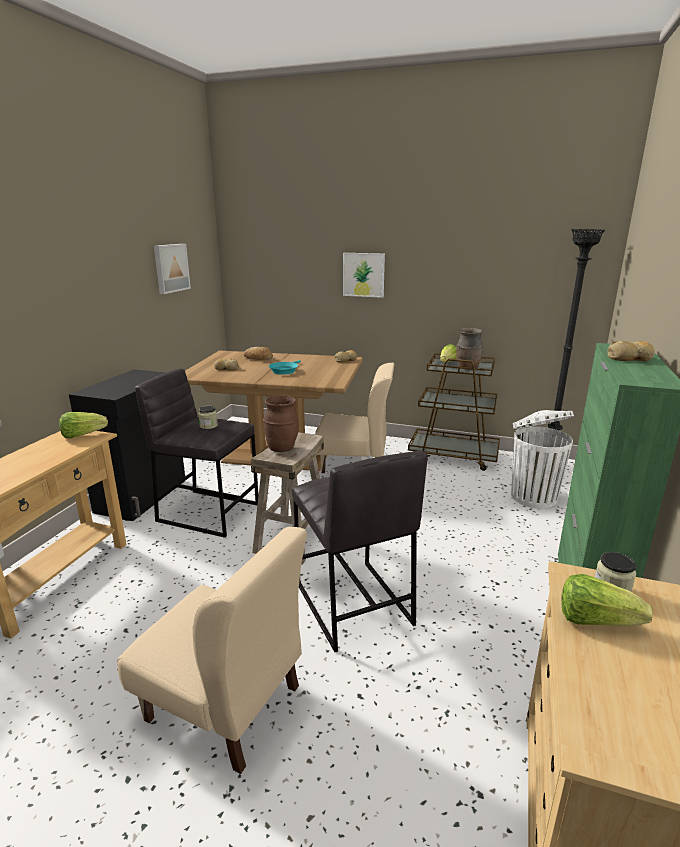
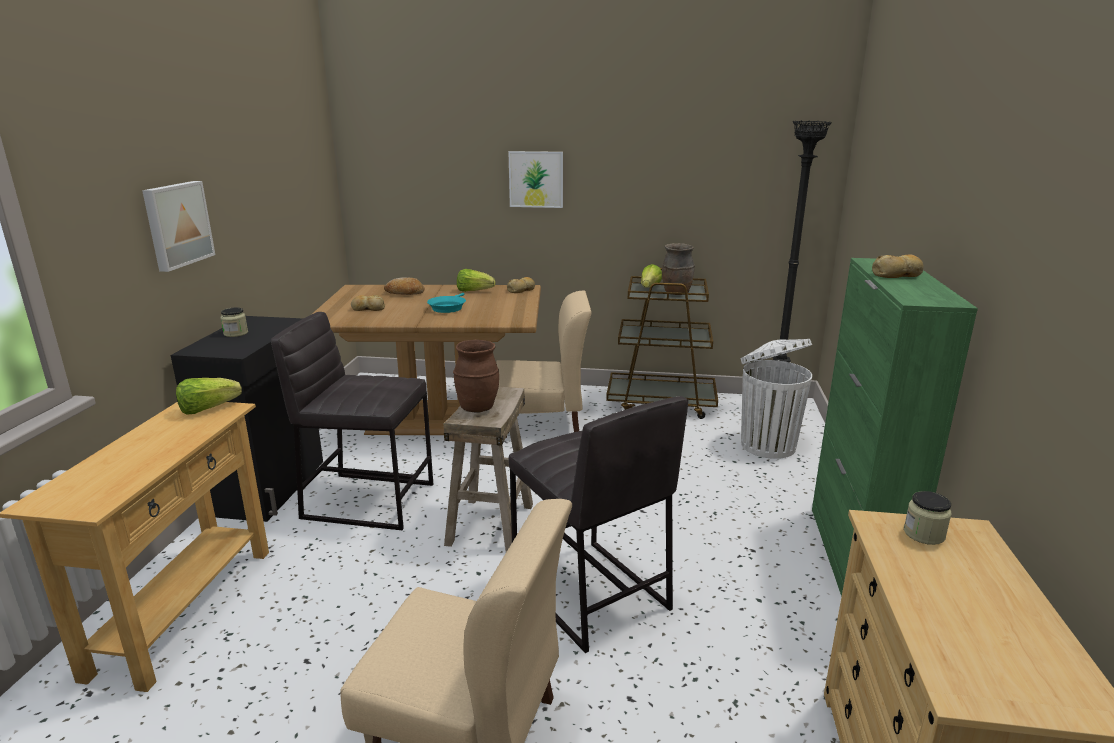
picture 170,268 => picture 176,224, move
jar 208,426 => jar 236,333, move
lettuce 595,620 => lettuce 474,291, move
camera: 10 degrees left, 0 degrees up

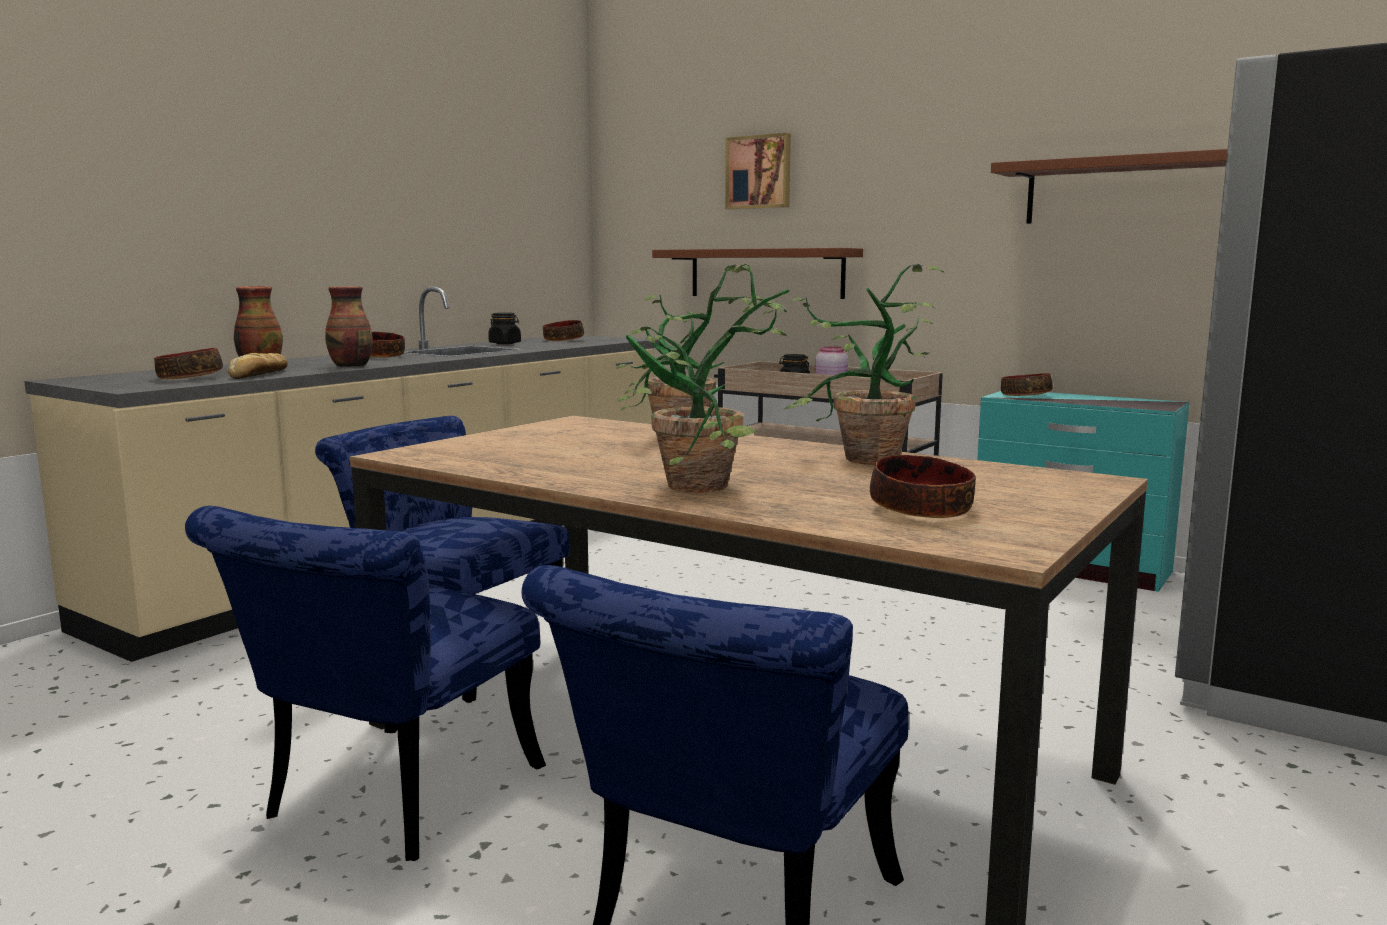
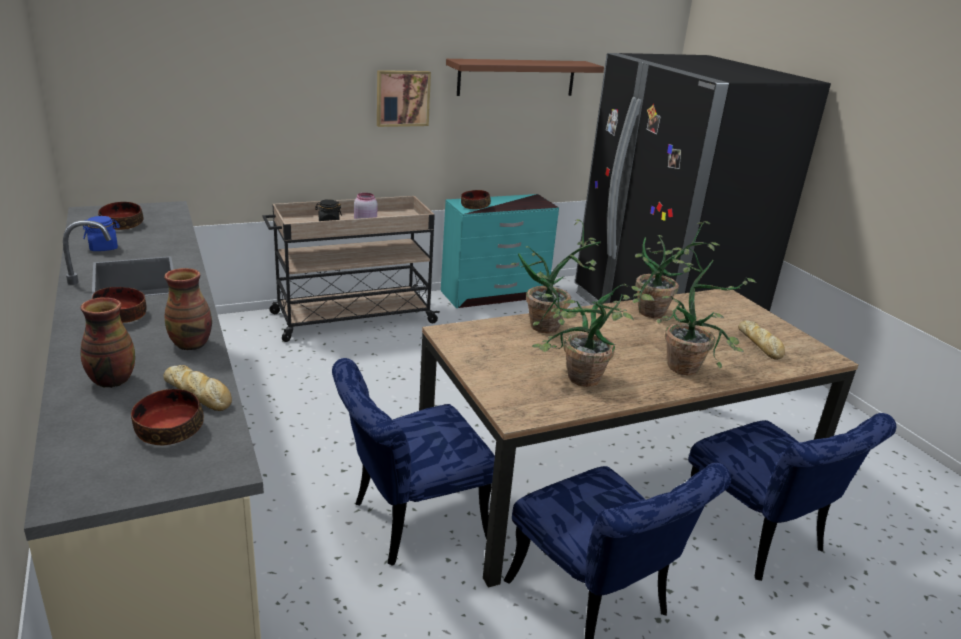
picture 759,172 => picture 402,98, move
brown-coloured wall shelf 765,273 => nothing
black-coloured jar 505,343 => blue-coloured jar 104,247
deep dish 920,510 => bakery bread 760,344
nothing => houseplant 578,381
camera: 60 degrees left, 15 degrees up

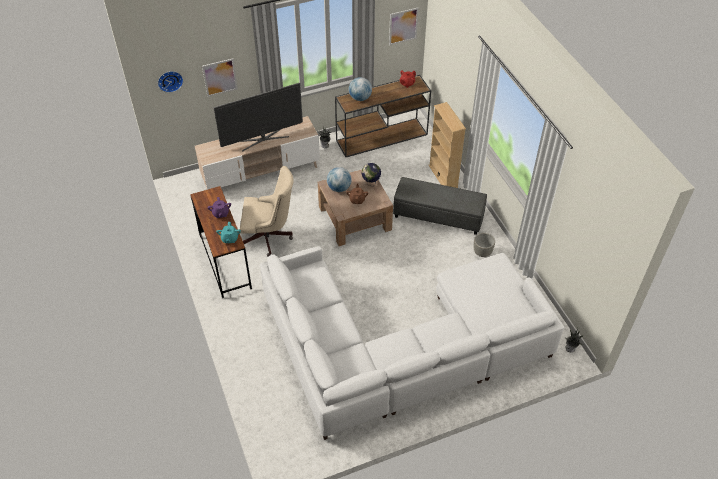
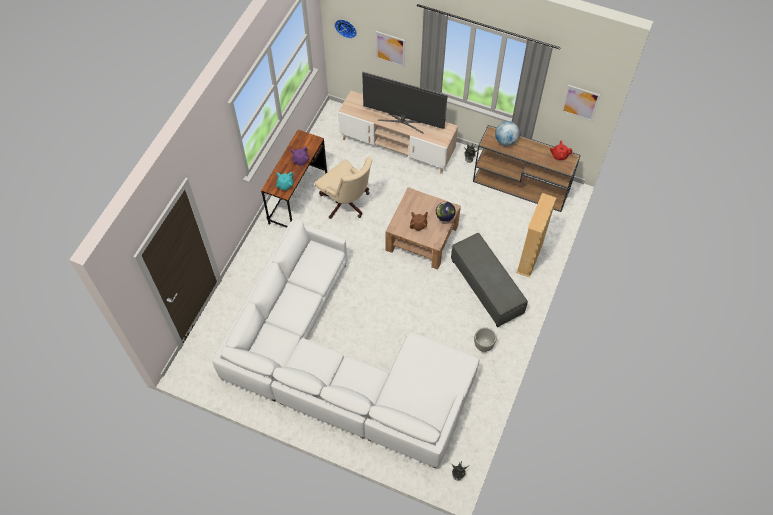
desk globe 339,188 => nothing
camera: 45 degrees right, 10 degrees up

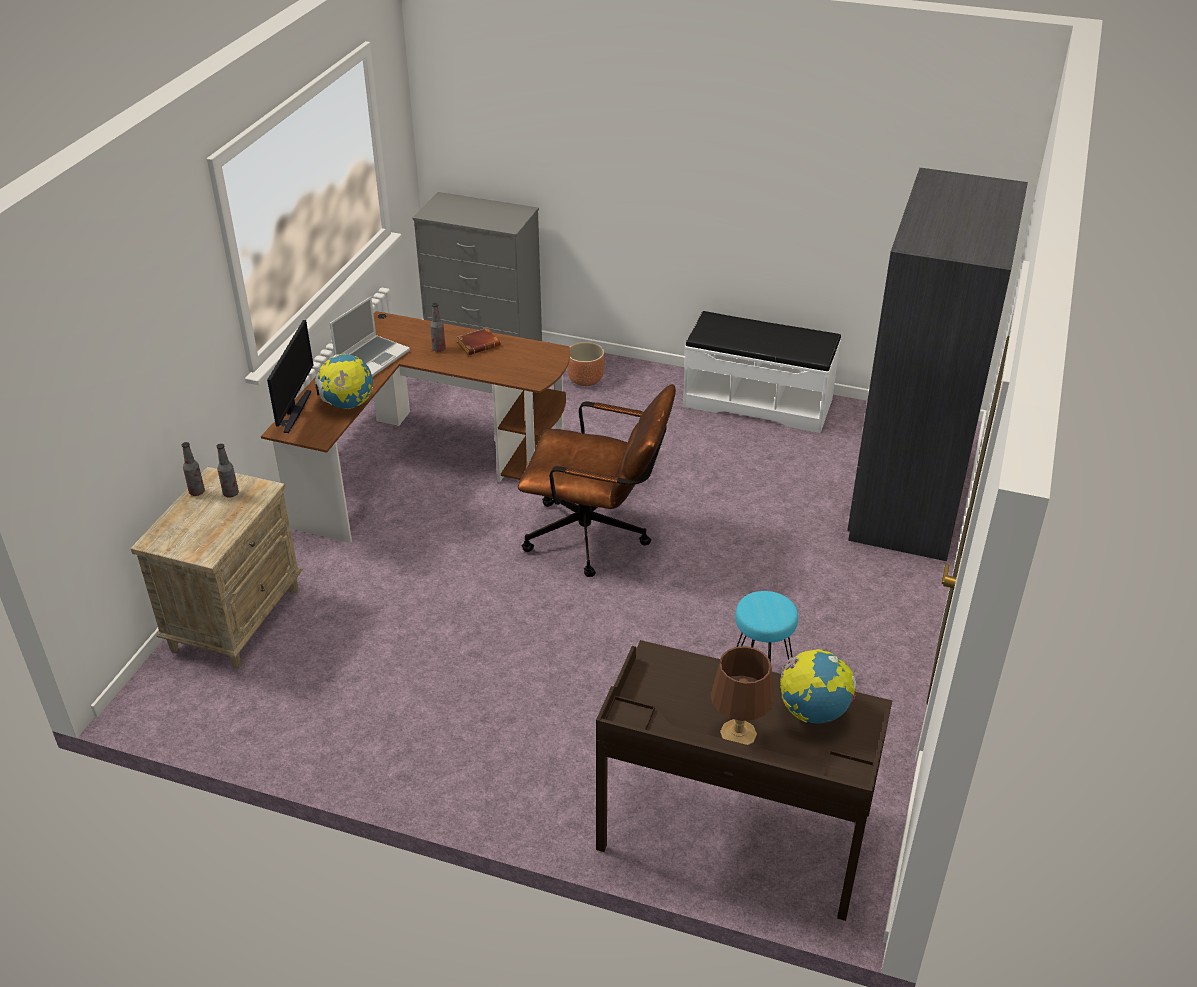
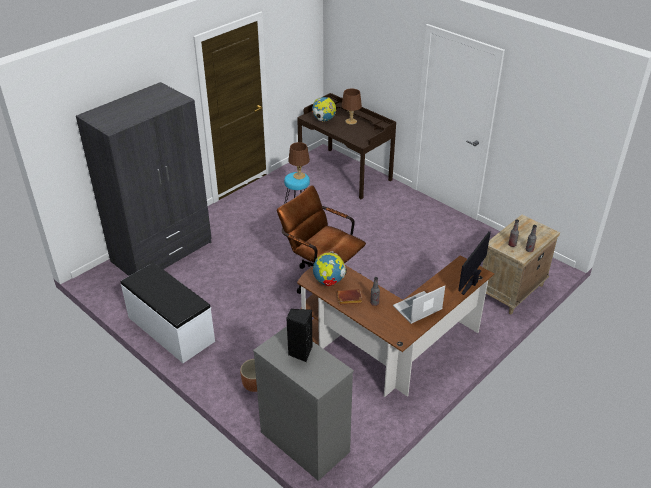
desk globe 348,405 => desk globe 329,282, move
nothing => brown-coloured table lamp 299,175
nothing => black-coloured speaker 300,352
camera: 155 degrees left, 0 degrees up

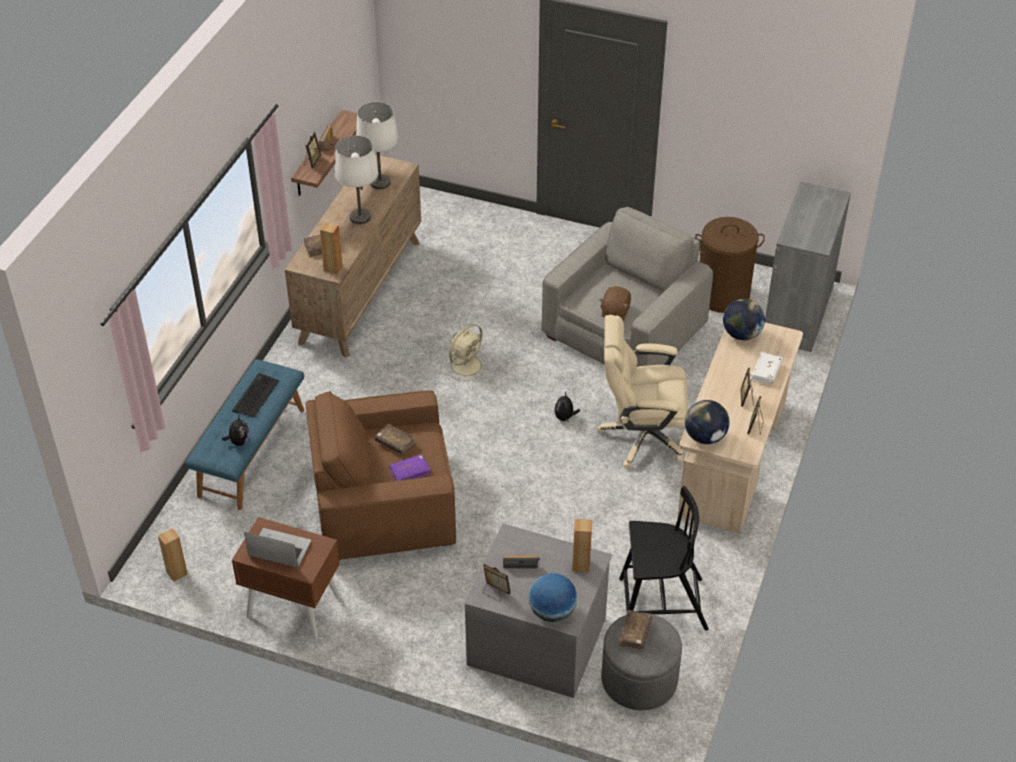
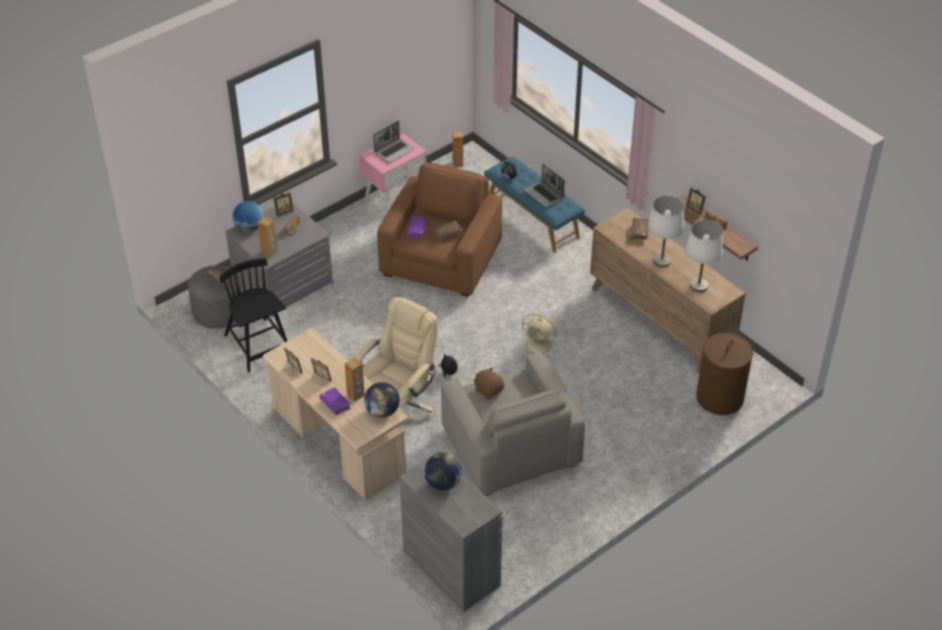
brown-coloured washing basket 722,295 => brown-coloured washing basket 720,398, move
brown-coloured speaker 333,268 => brown-coloured speaker 356,395, move
beige electric fan 467,364 => beige electric fan 539,345, 45 degrees counterclockwise
whitish book 766,372 => purple-coloured book 335,404
computer keyboard 255,396 => laptop 544,195
desk globe 705,437 => desk globe 443,483, move
black-coloured plain chair 660,604 => black-coloured plain chair 258,346, 120 degrees clockwise
brown-coloured night table 292,606 => pinkish night table 395,198
camera: 120 degrees right, 0 degrees up

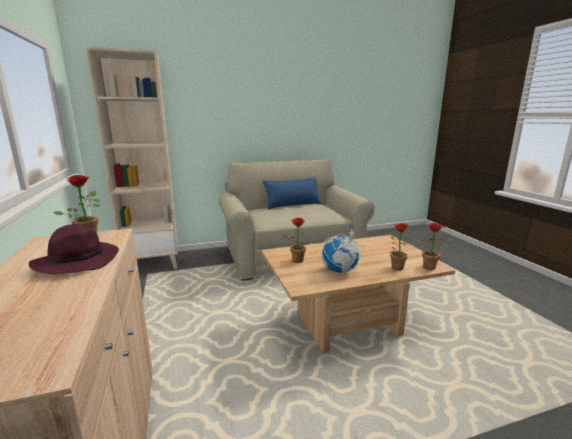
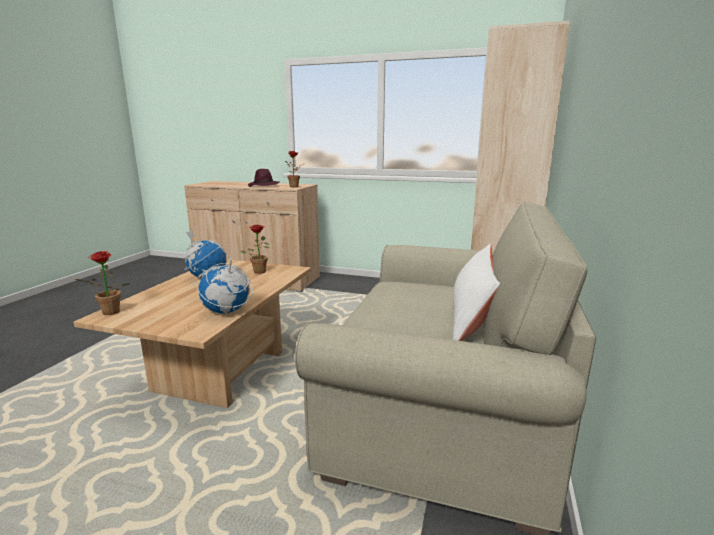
blue-coloured cushion 292,205 => whitish cushion 471,318
houseplant 395,266 => nothing
nothing => desk globe 226,312
camera: 125 degrees right, 0 degrees up

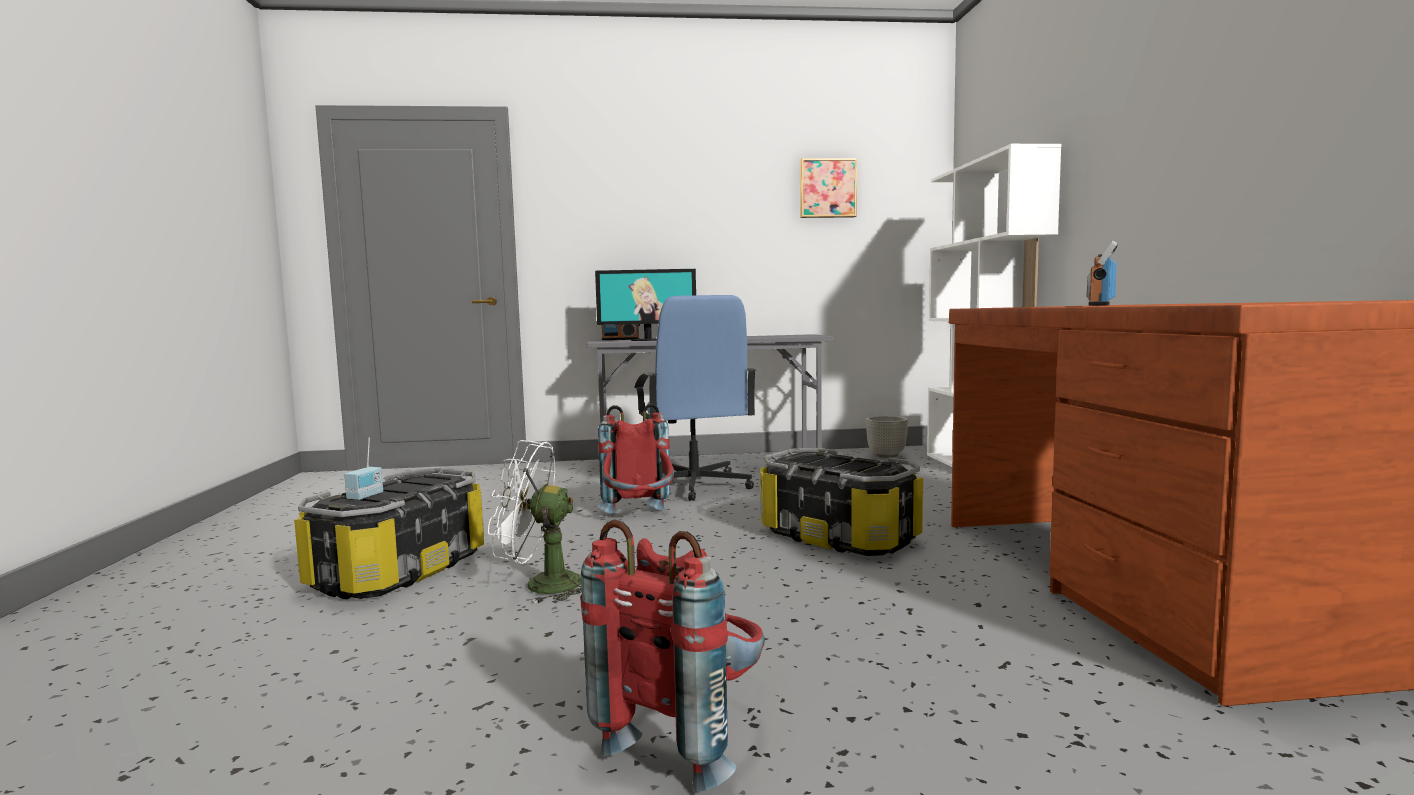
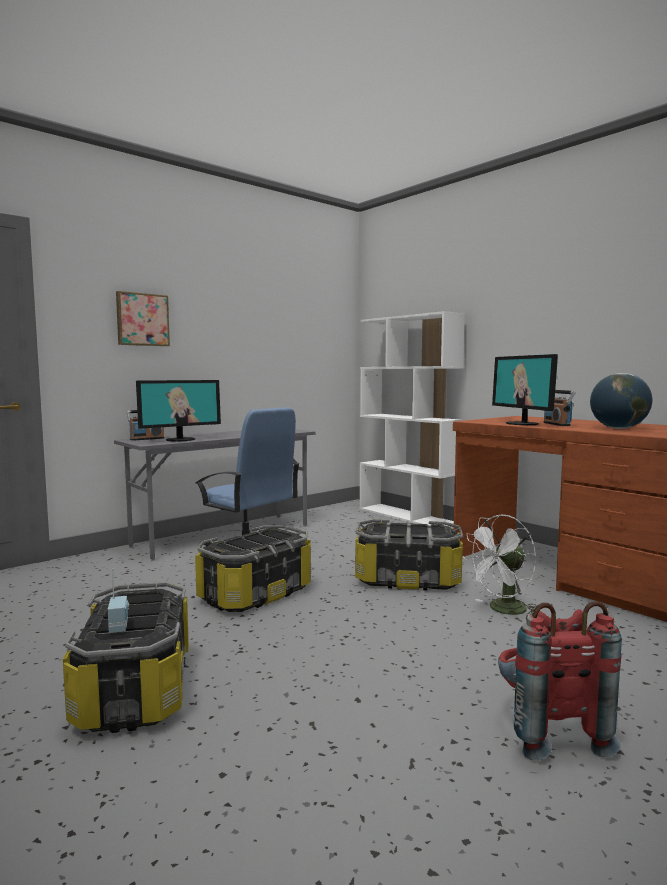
picture 827,188 => picture 142,319, move
reddish backpack 639,519 => storage box 255,594
gray plant pot 886,455 => nothing
whitish electric fan 541,585 => whitish electric fan 502,610, move
nothing => computer display 522,423
nothing => desk globe 618,428
camera: 35 degrees left, 0 degrees up

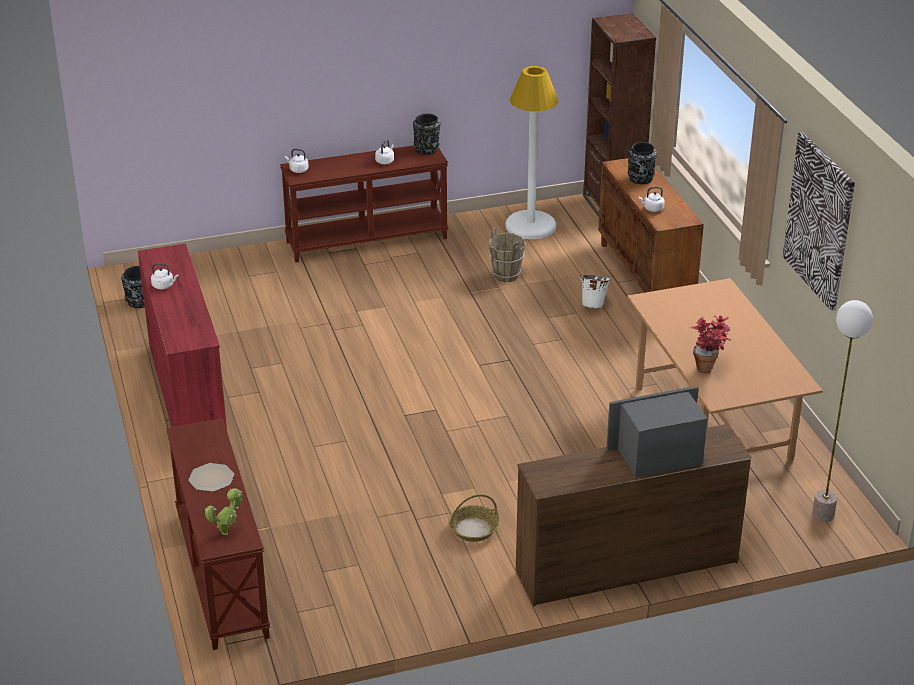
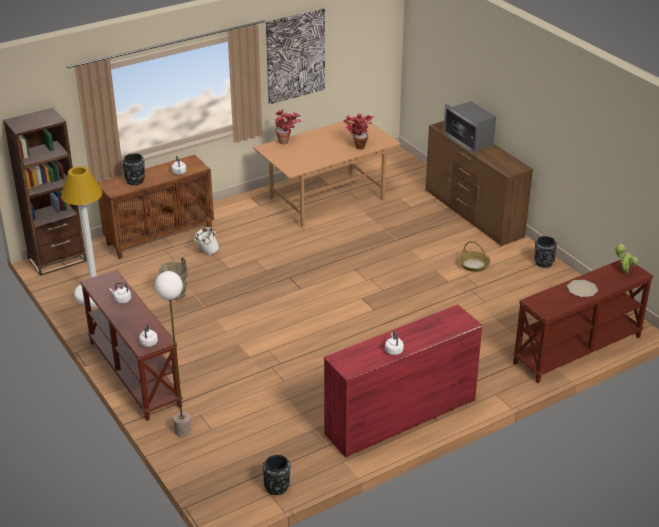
black-coloured vase 426,149 => black-coloured vase 543,263, move
floor lamp 822,514 => floor lamp 182,431, move
nothing => houseplant 287,142
camera: 105 degrees left, 0 degrees up

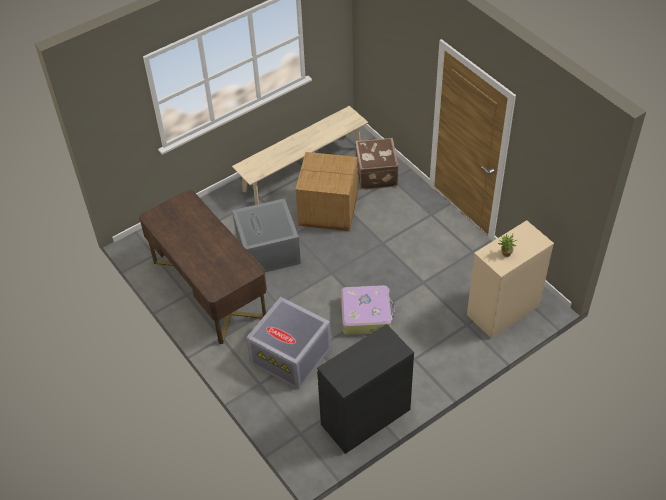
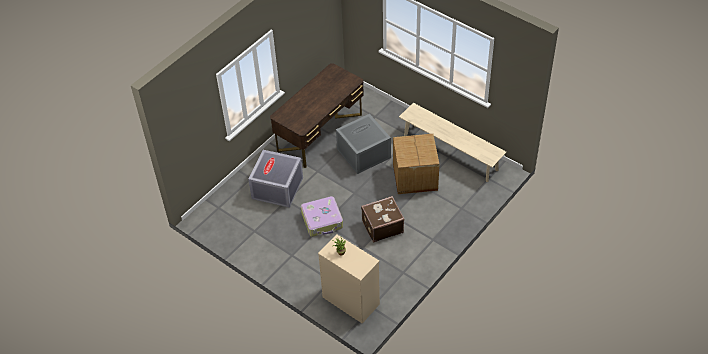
brown-coloured suitcase 375,174 => brown-coloured suitcase 382,226, move
black-coloured cabinet 365,417 => nothing
camera: 75 degrees right, 0 degrees up

